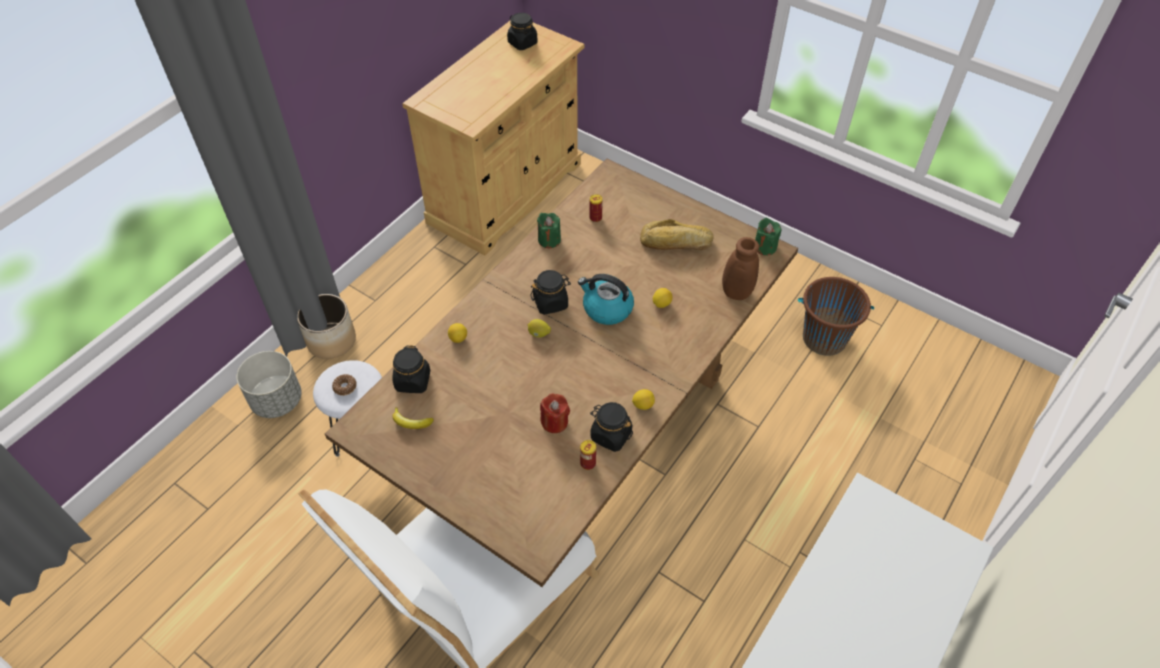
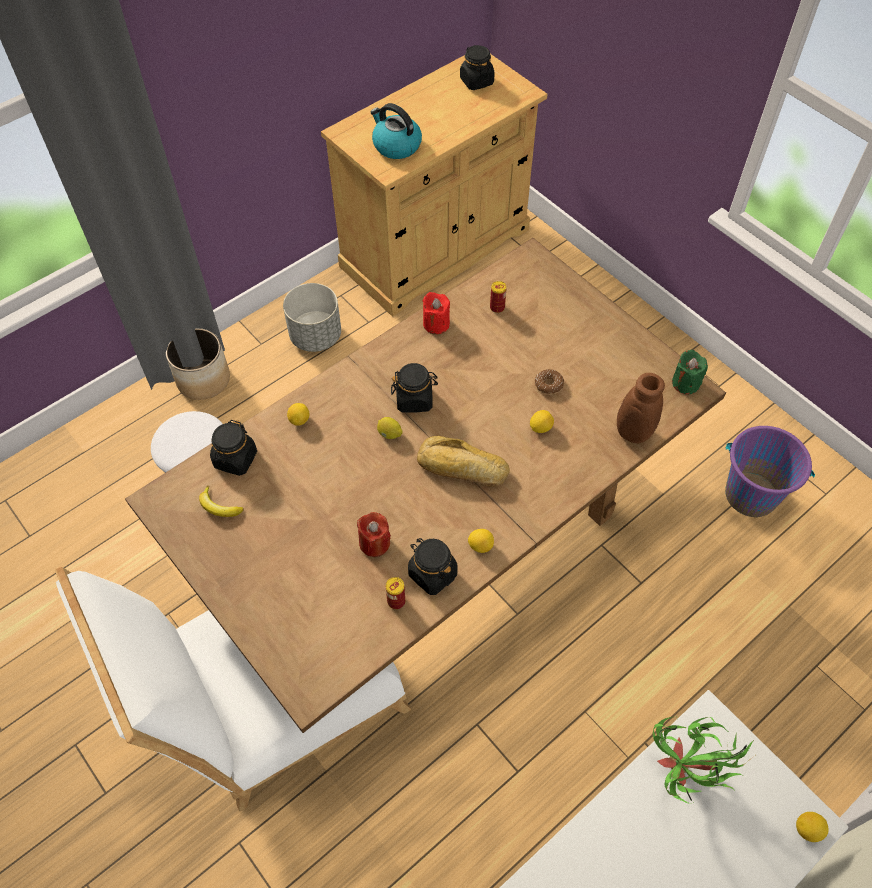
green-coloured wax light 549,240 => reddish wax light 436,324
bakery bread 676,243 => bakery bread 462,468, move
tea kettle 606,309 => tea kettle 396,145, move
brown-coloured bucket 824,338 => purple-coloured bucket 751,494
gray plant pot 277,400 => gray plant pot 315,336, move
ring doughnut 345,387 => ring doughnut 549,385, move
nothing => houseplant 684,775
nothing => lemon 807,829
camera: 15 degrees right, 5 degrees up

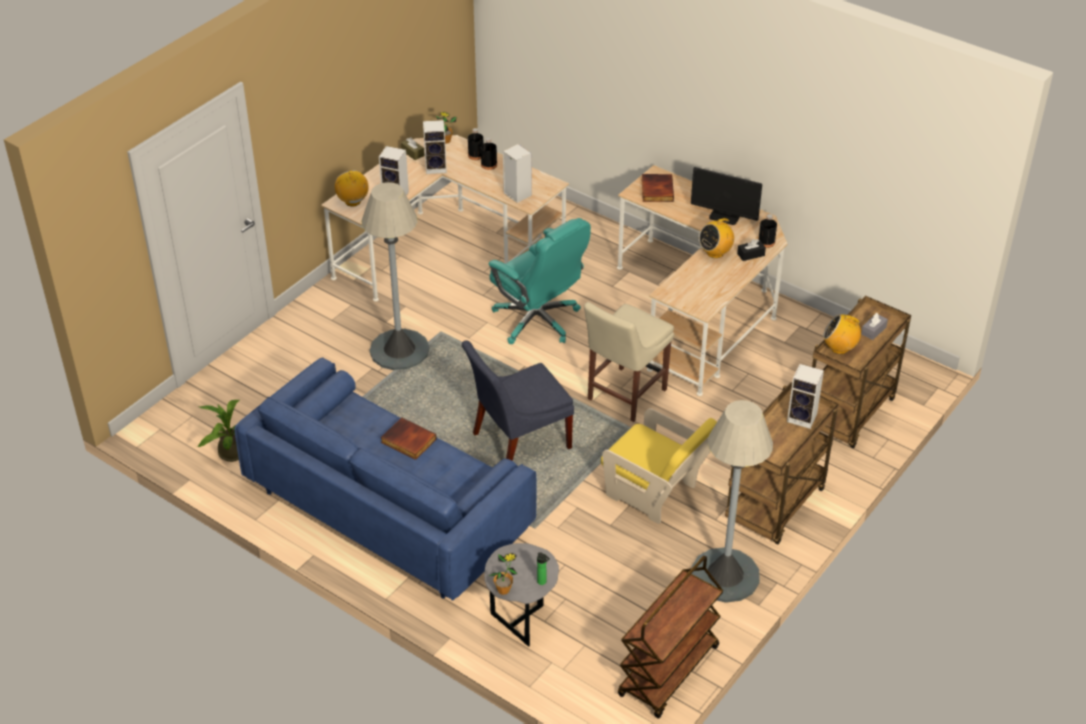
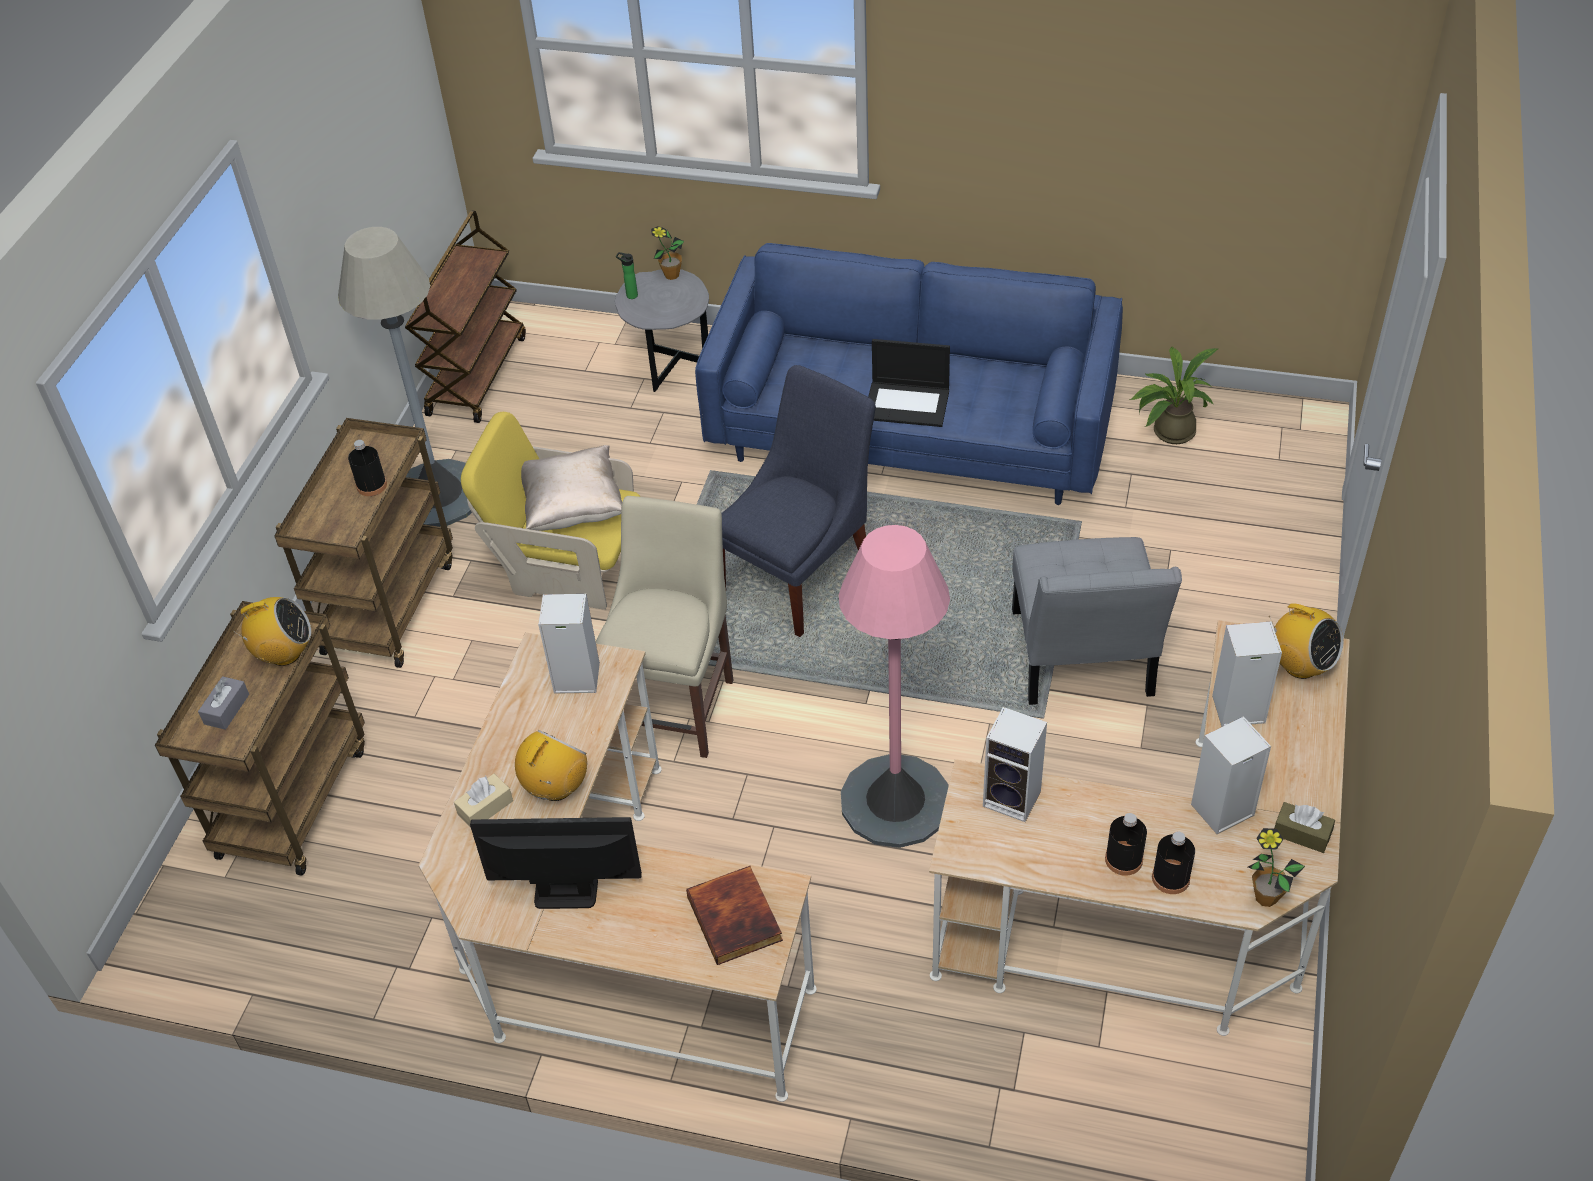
gray floor lamp 399,350 => gray plain chair 1082,660
black-coloured bottle 766,242 => black-coloured bottle 371,485, move
turquoise computer chair 538,321 => pinkish floor lamp 895,801
black-coloured tissue box 751,254 => beige tissue box 485,808
speaker 803,418 => speaker 574,679, move
book 407,441 => laptop 908,404
nothing => beige cushion 572,508
camera: 160 degrees right, 5 degrees up

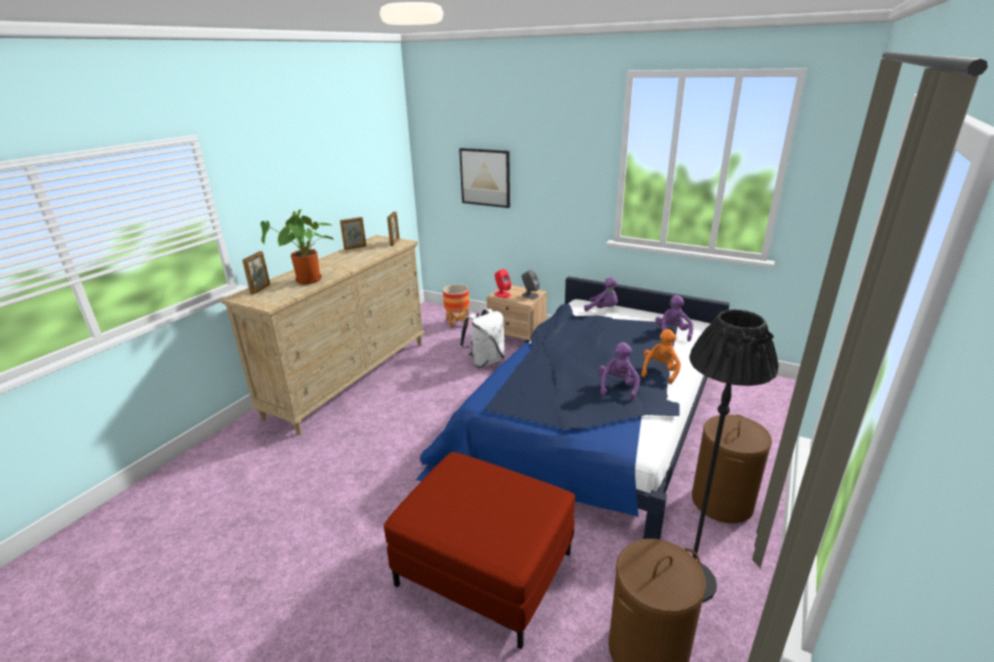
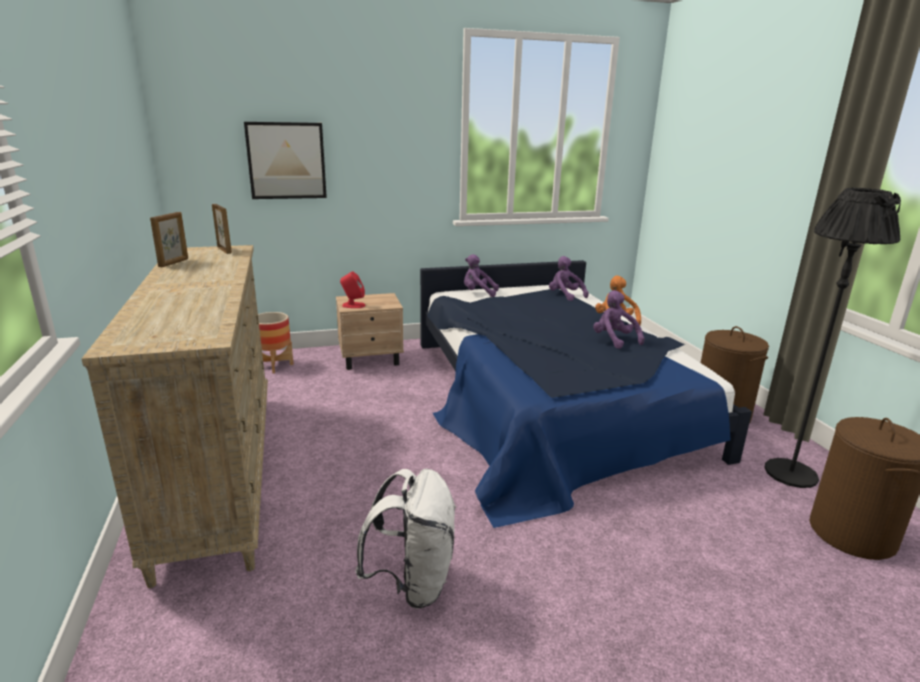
houseplant 309,281 => nothing
picture frame 261,289 => nothing
gray speaker 530,295 => nothing
purple-coloured plush toy 603,309 => purple-coloured plush toy 478,293, 150 degrees counterclockwise
whitish backpack 485,361 => whitish backpack 412,583, move
reddish footrest 486,568 => nothing
camera: 45 degrees left, 5 degrees down

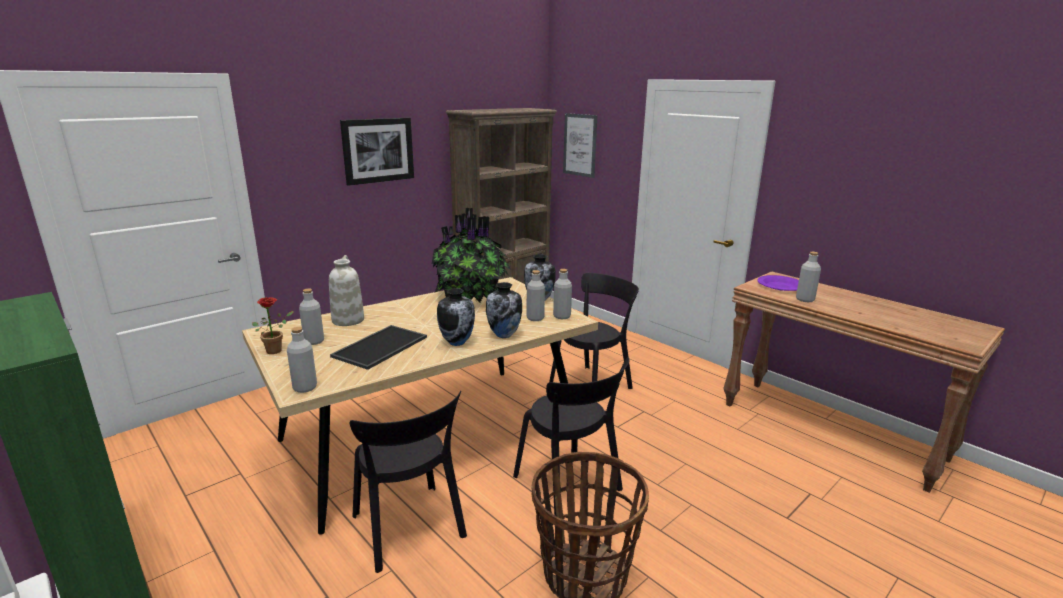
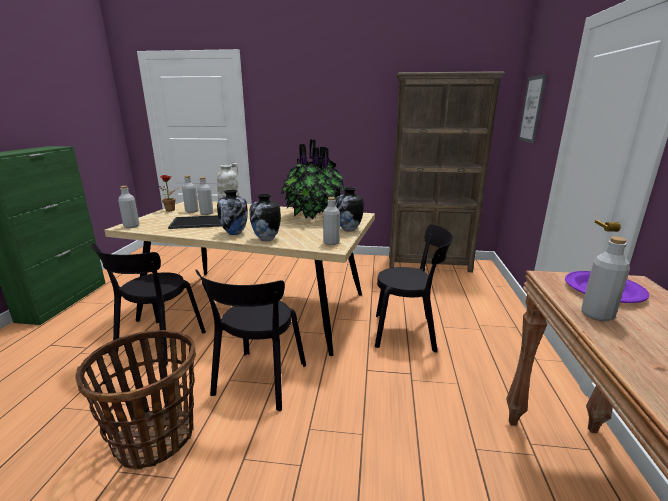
picture 378,150 => nothing
gray bottle 535,318 => gray bottle 206,213, move
camera: 50 degrees right, 0 degrees up

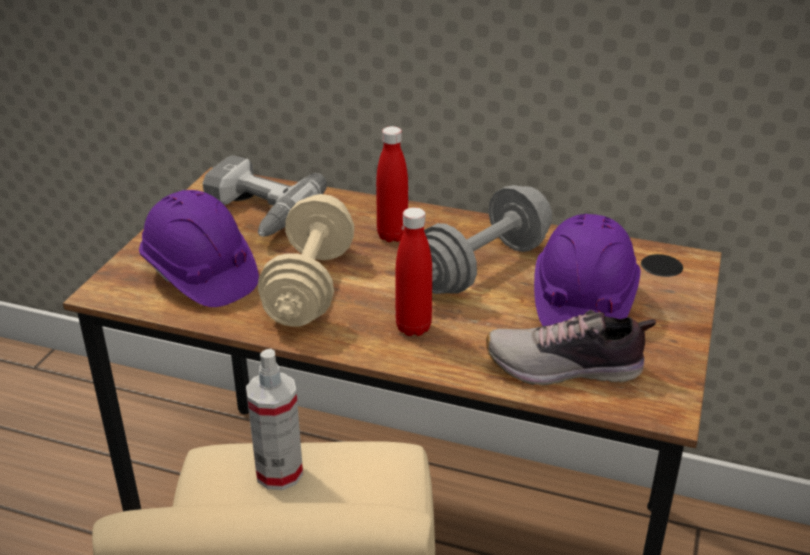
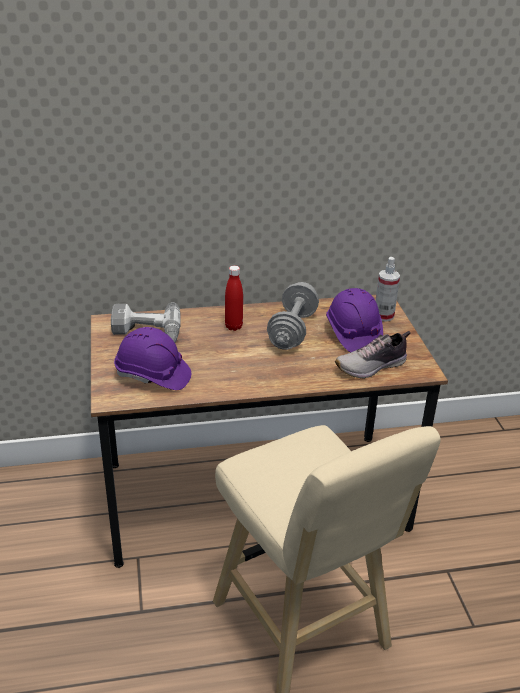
beige hand weight 310,286 => nothing
reddish bottle 413,327 => nothing
hand sprayer 279,473 => hand sprayer 383,316, move
camera: 30 degrees left, 0 degrees up

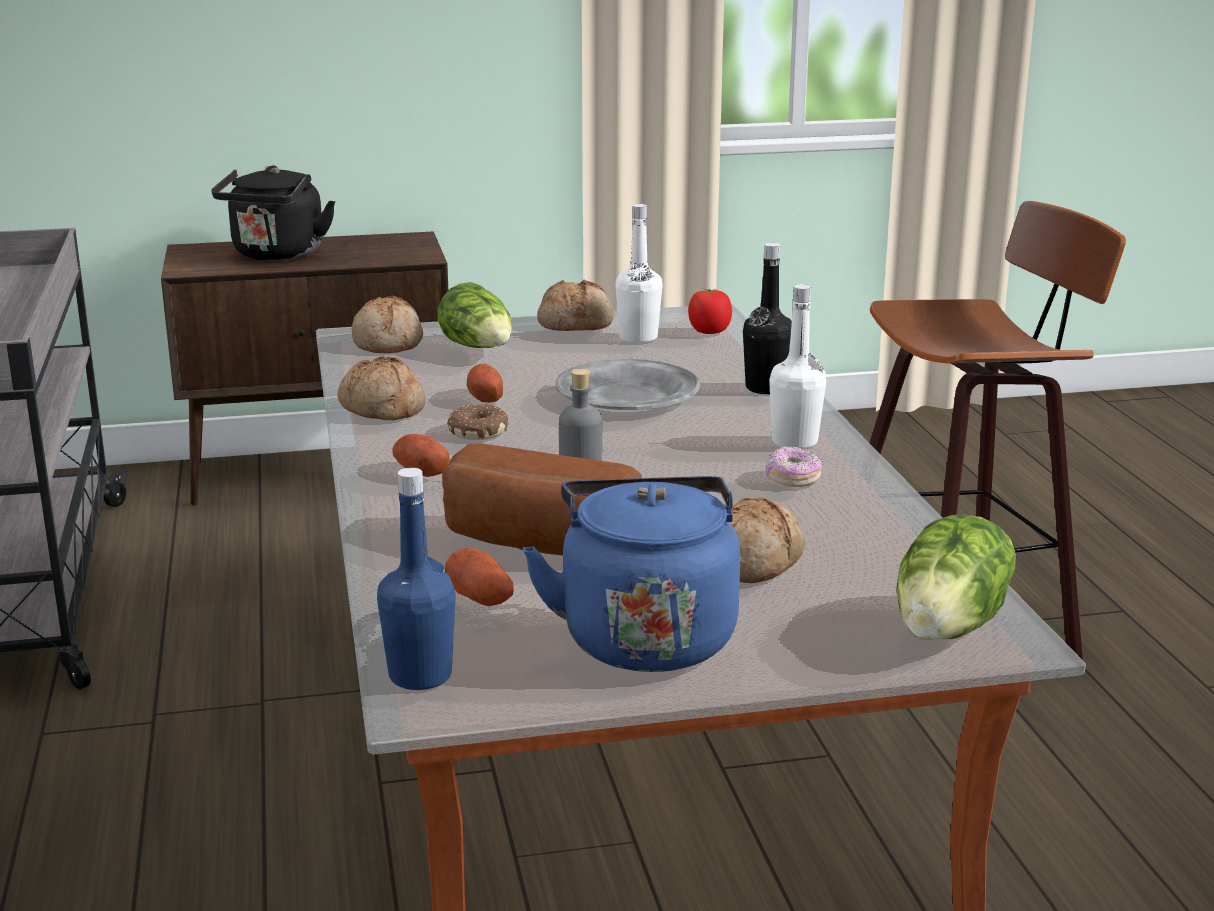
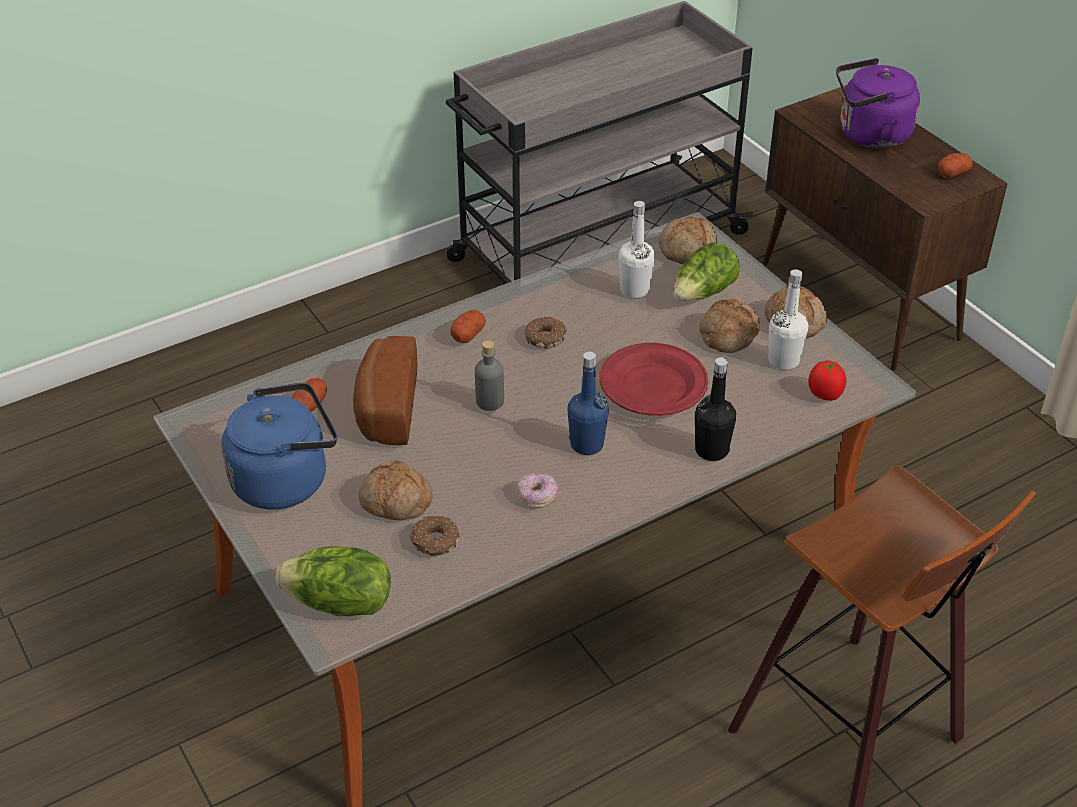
black-coloured tea kettle 276,255 => purple-coloured tea kettle 869,135
whitish bottle 794,442 => whitish bottle 634,290, move
bakery bread 381,408 => bakery bread 727,334, move
gray plate 628,395 => reddish plate 653,385
spud 484,398 => spud 953,173, move
blue-coloured bottle 420,676 => blue-coloured bottle 587,444, move
nothing => ring doughnut 434,542
camera: 70 degrees right, 20 degrees up

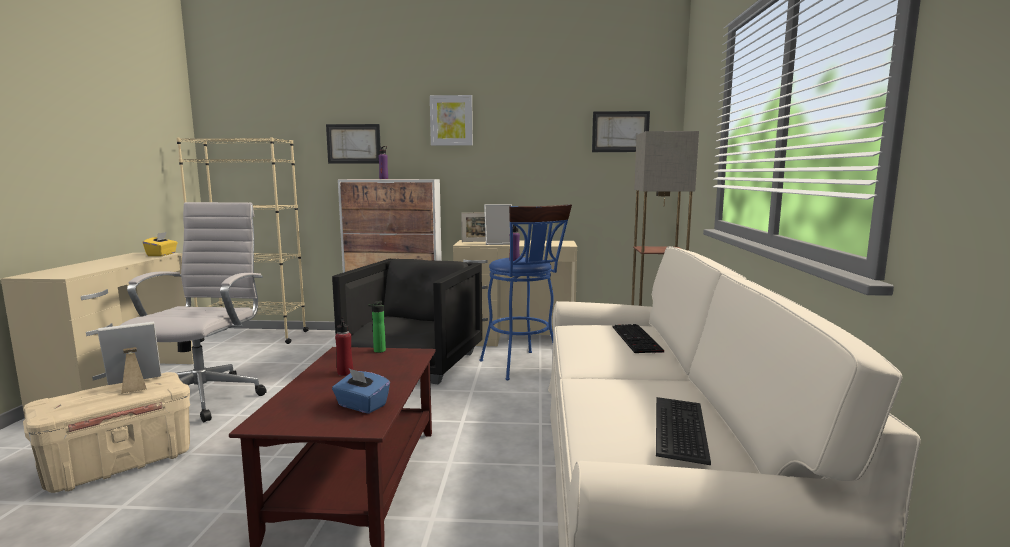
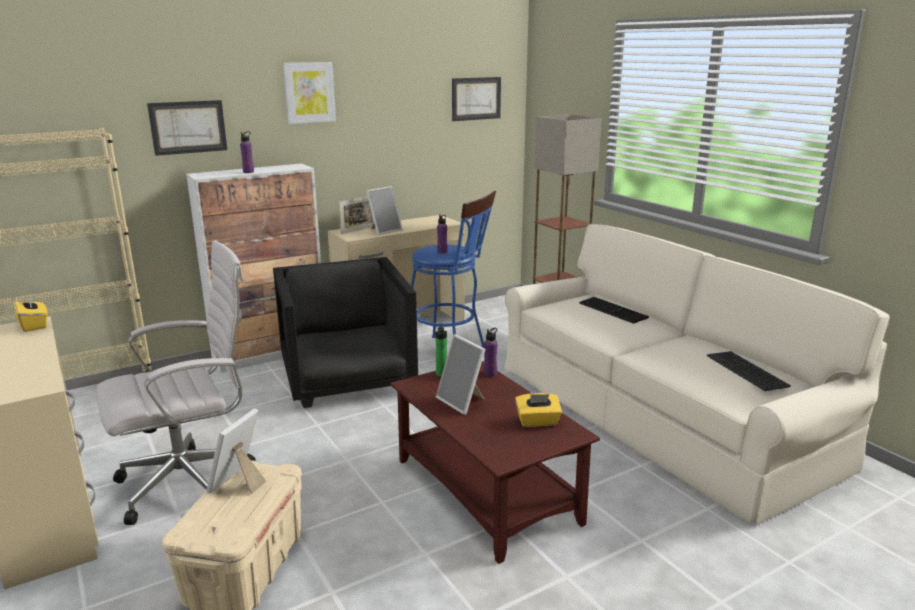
whitish computer chair 207,397 => whitish computer chair 192,482, 90 degrees clockwise
reddish bottle 345,373 => picture frame 462,401
blue-coloured tissue box 361,406 => yellow-coloured tissue box 537,422
nothing => purple-coloured bottle 490,373
camera: 35 degrees left, 10 degrees up

